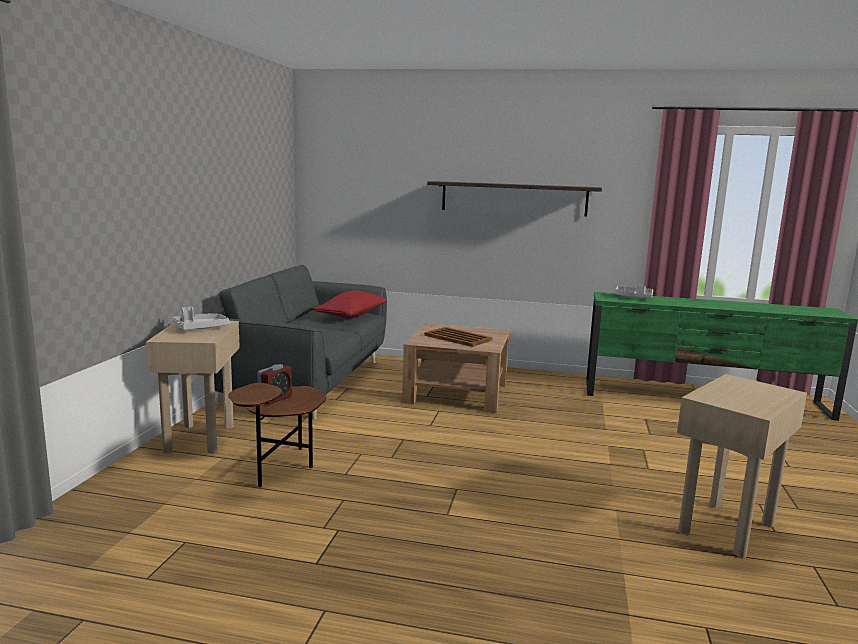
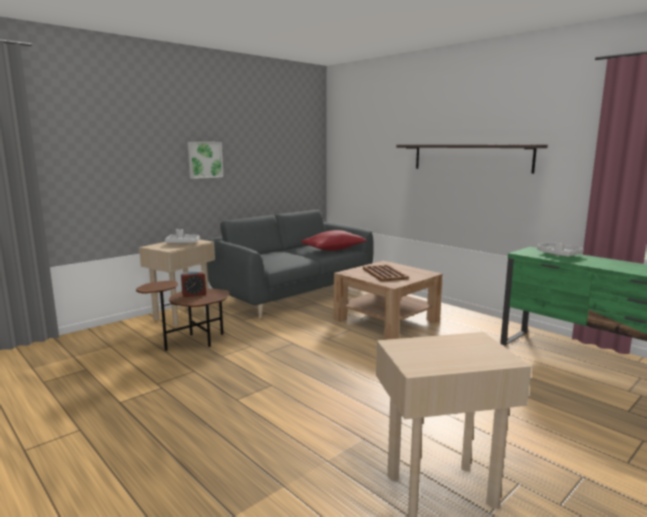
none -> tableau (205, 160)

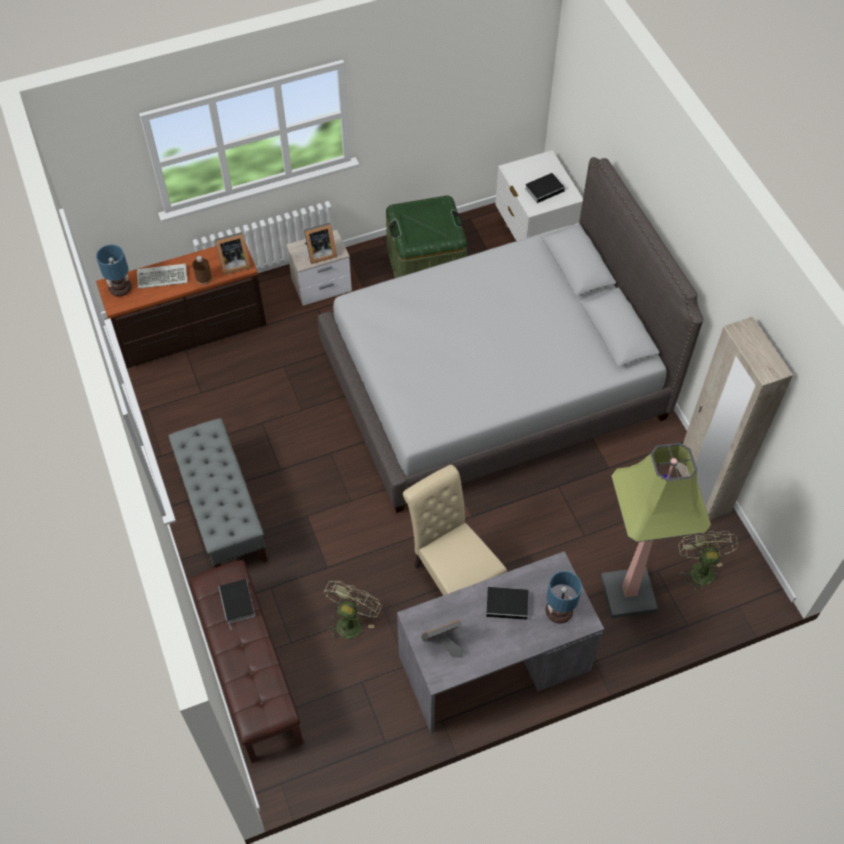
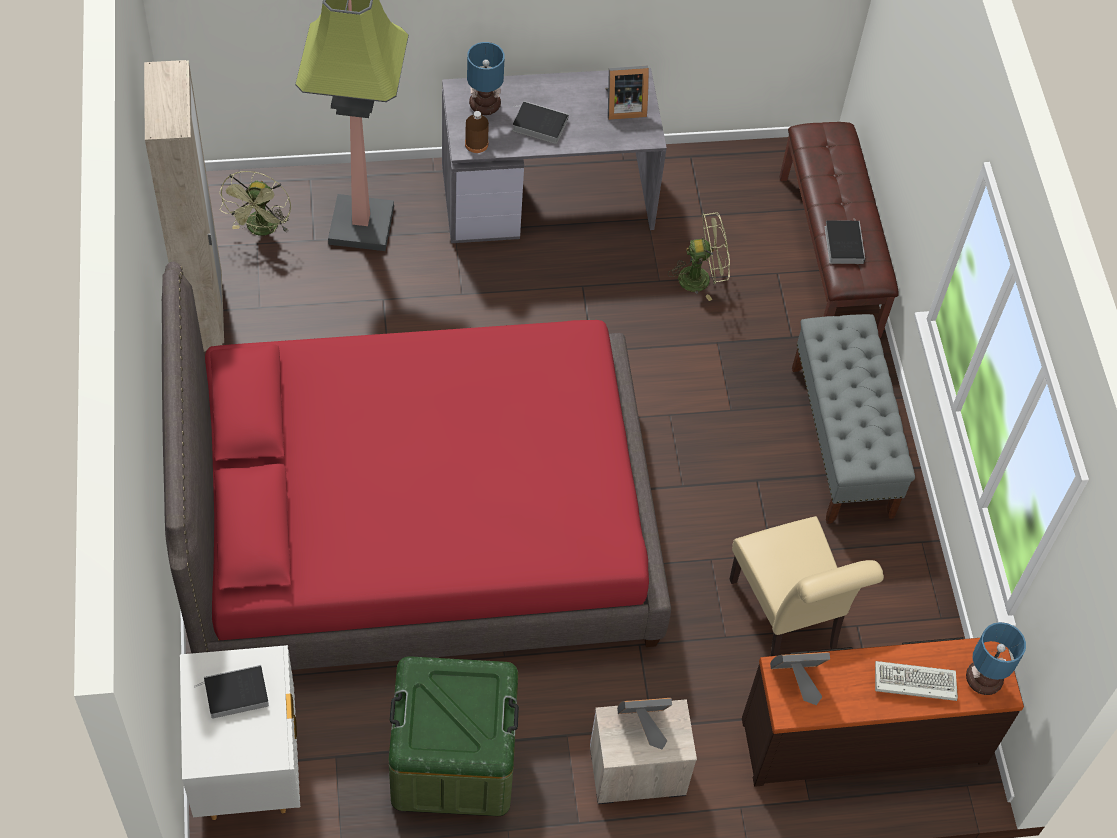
bouteille (marron) (202, 270) -> bouteille (marron) (477, 132), shifted
lit (gris) (510, 335) -> lit (rouge) (416, 466)
ventilateur (vert) (352, 612) -> ventilateur (vert) (699, 256), 135 degrees counterclockwise
chaise (beige) (455, 530) -> chaise (beige) (806, 586), shifted

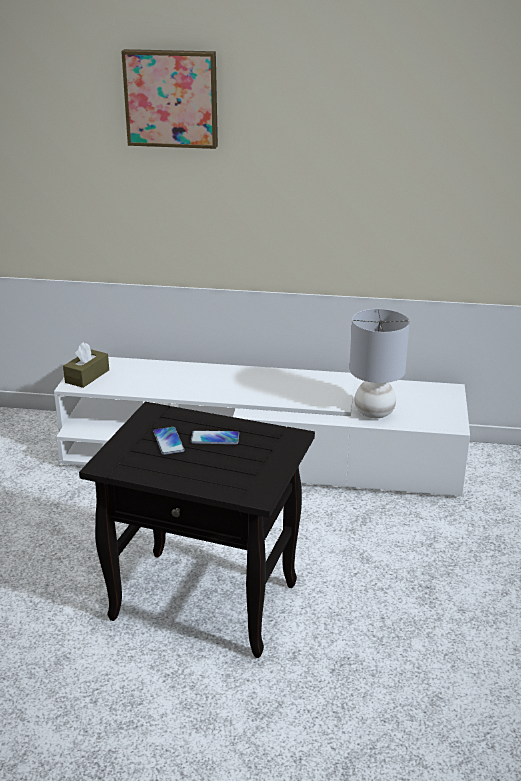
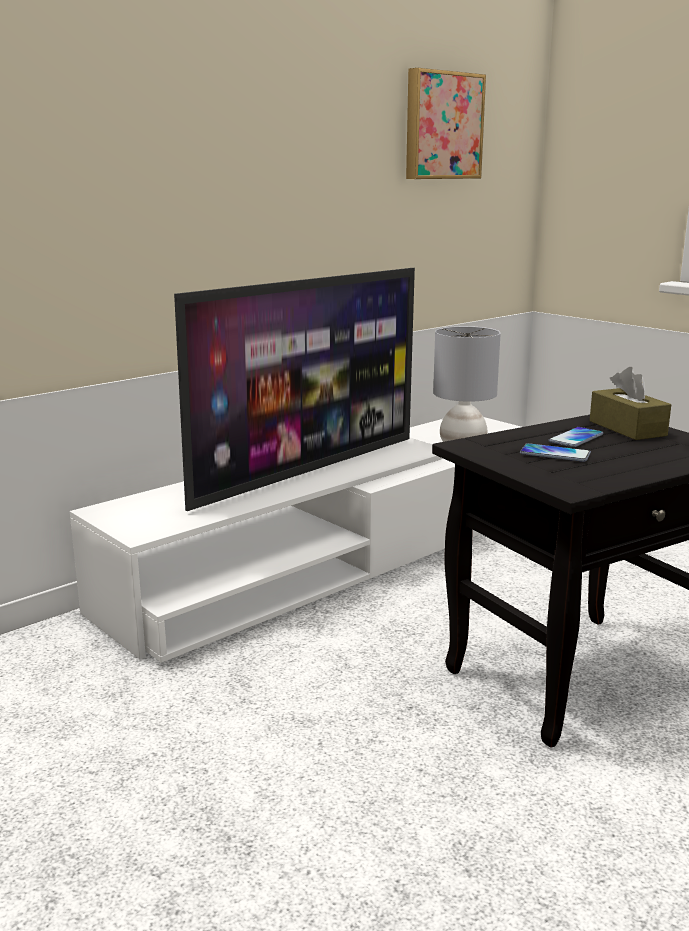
boîte à mouchoirs (marron) (86, 365) -> boîte à mouchoirs (marron) (630, 403), shifted
tableau (169, 99) -> tableau (446, 123), shifted
none -> téléviseur (294, 389)

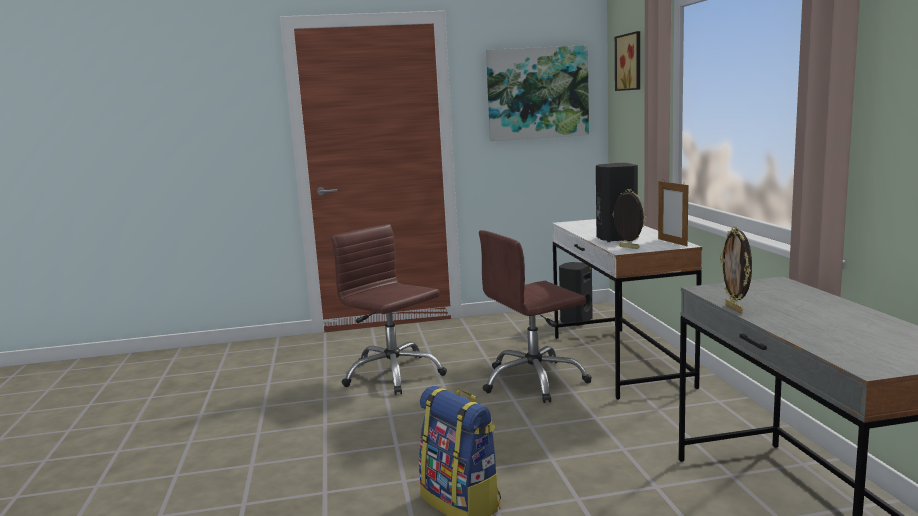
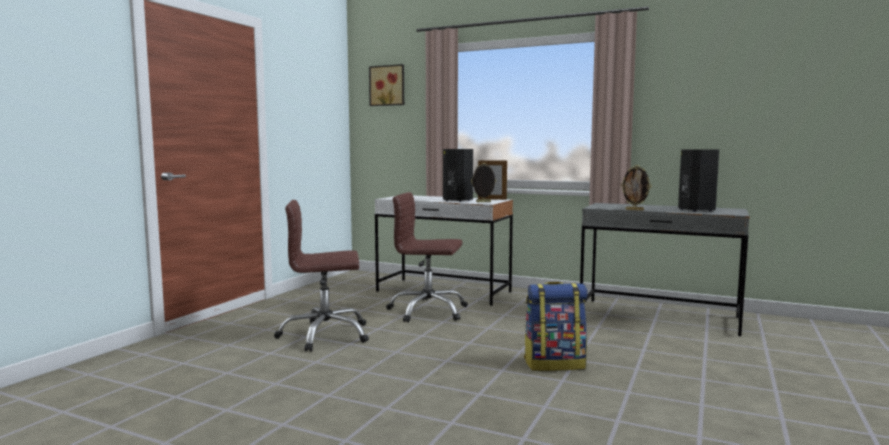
chaise de bureau (marron) (535, 316) -> chaise de bureau (marron) (427, 257), 90 degrees clockwise
tableau (537, 93) -> none
enceinte (noir) (576, 294) -> enceinte (noir) (698, 180), shifted

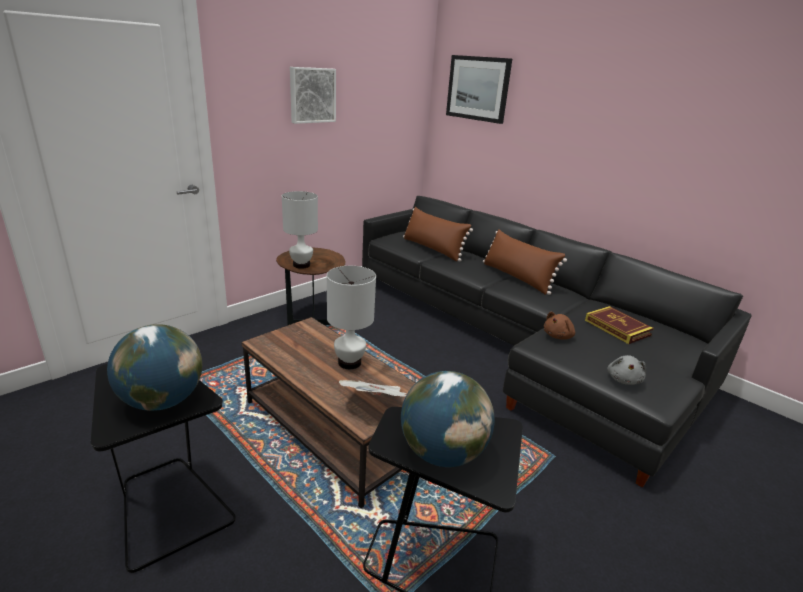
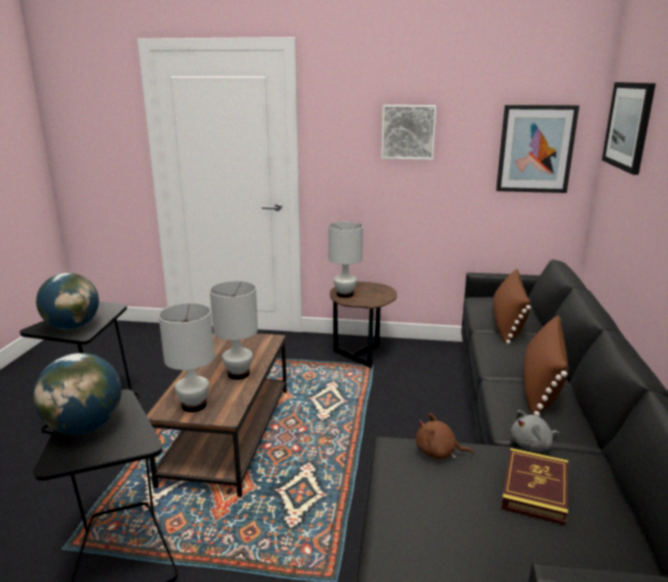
journal (372, 388) -> lampe de table (blanc) (186, 357)
peluche (gris) (627, 370) -> peluche (gris) (535, 430), shifted
none -> tableau (537, 149)

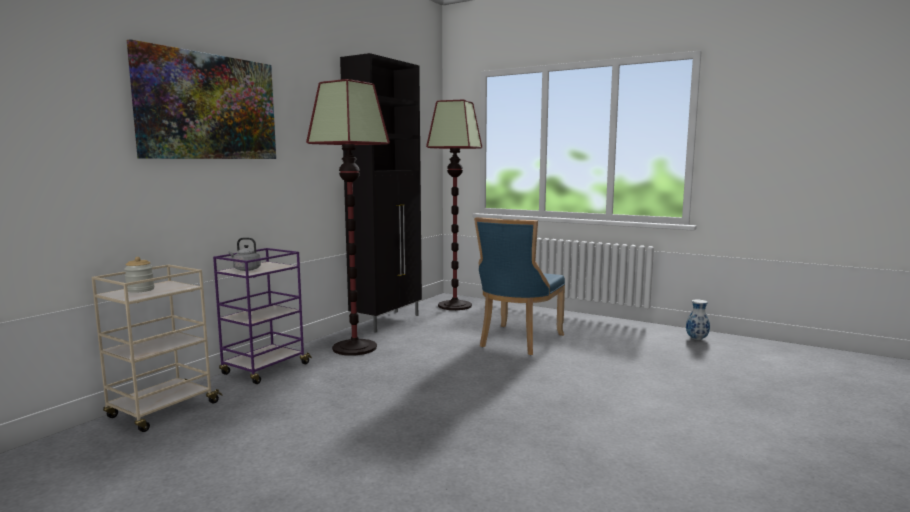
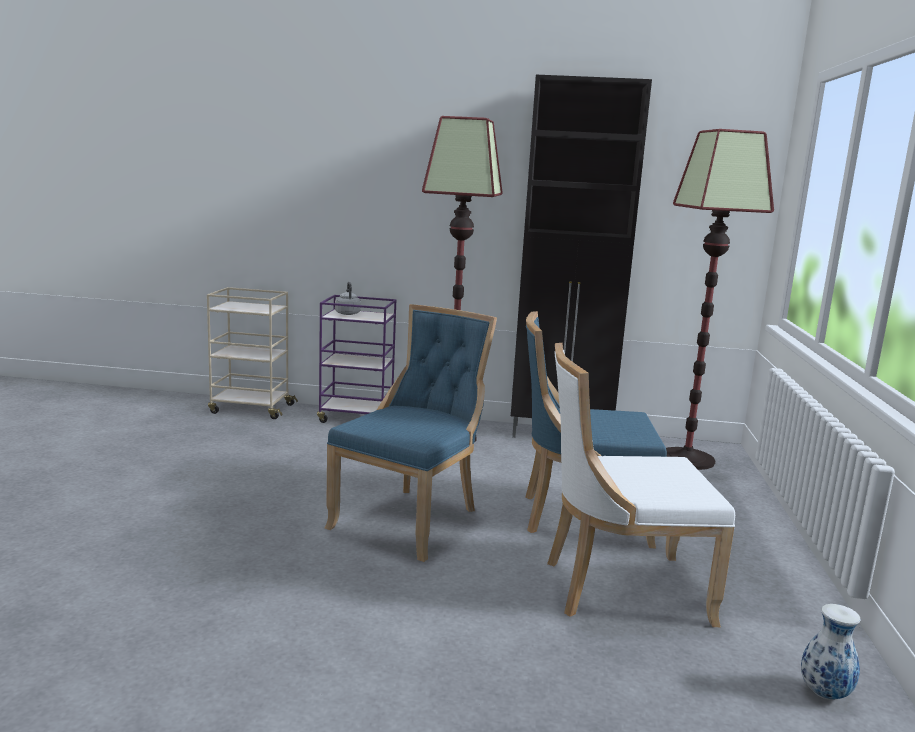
bocal (139, 275) -> none
tableau (201, 99) -> none
none -> chaise (bleu) (411, 433)
none -> chaise (blanc) (641, 485)

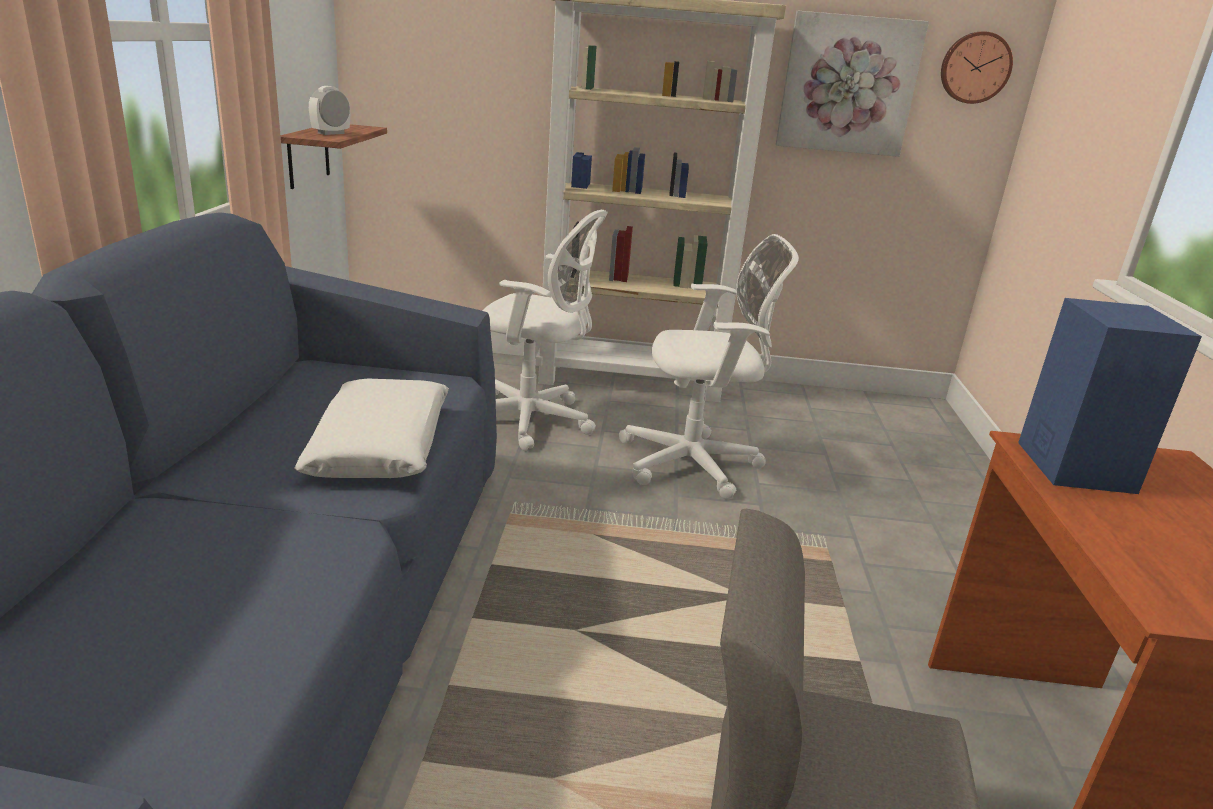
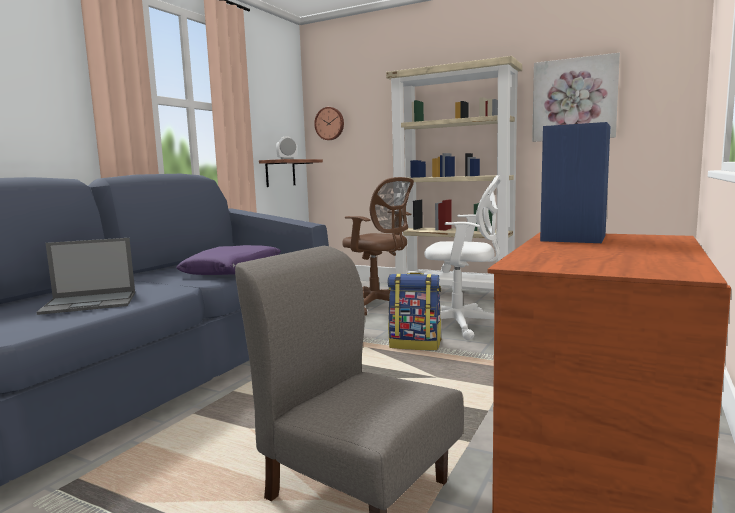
coussin (blanc) (371, 428) -> coussin (violet) (228, 260)
chaise de bureau (blanc) (545, 330) -> chaise de bureau (marron) (378, 246)
horloge murale (977, 68) -> horloge murale (329, 123), shifted
none -> ordinateur portable (85, 276)
none -> sac à dos (415, 311)

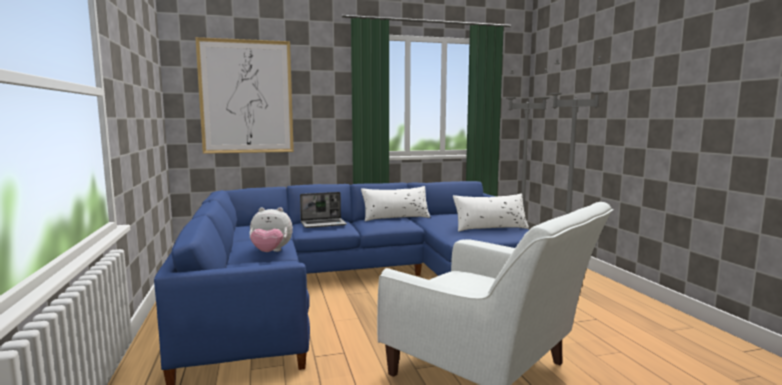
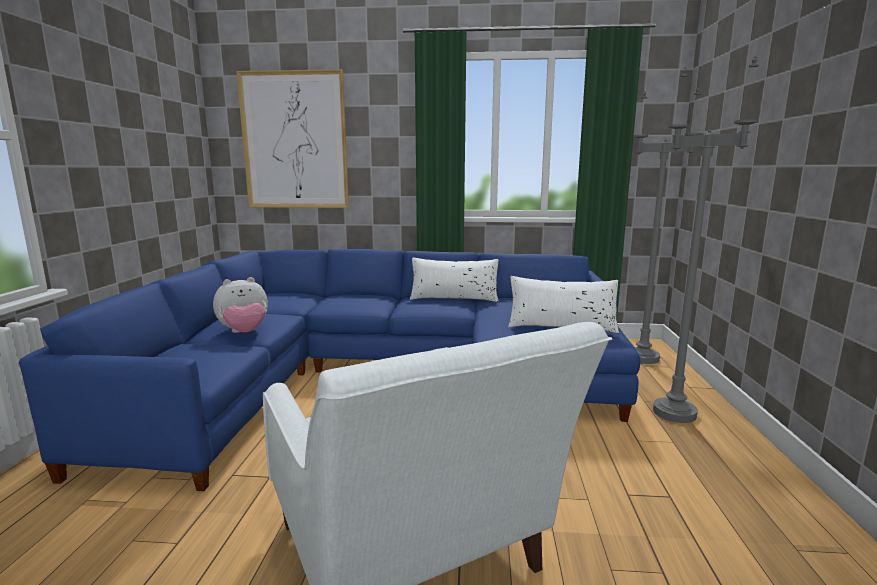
peluche (271, 229) -> peluche (240, 305), 45 degrees counterclockwise
ordinateur portable (323, 210) -> none

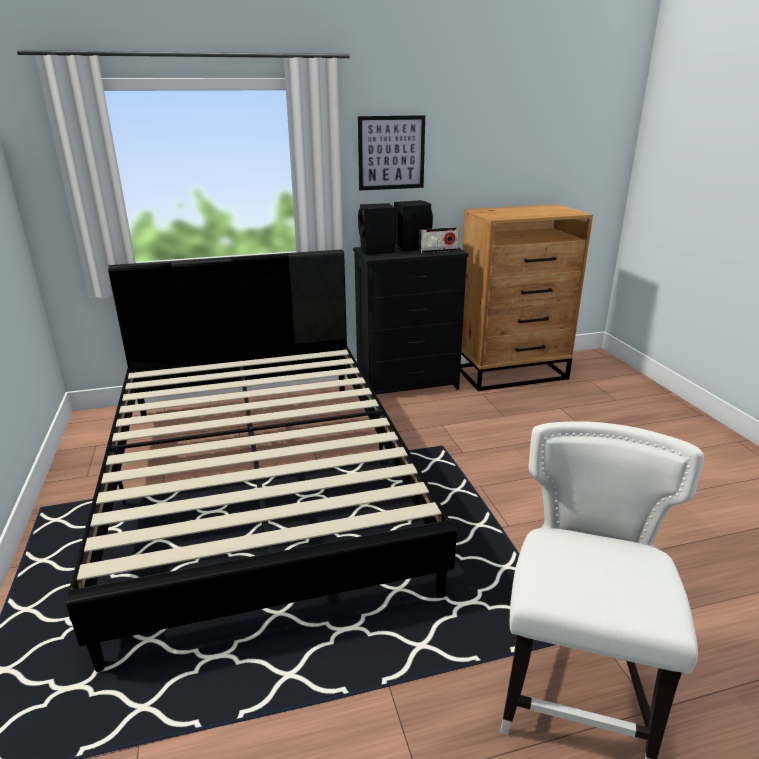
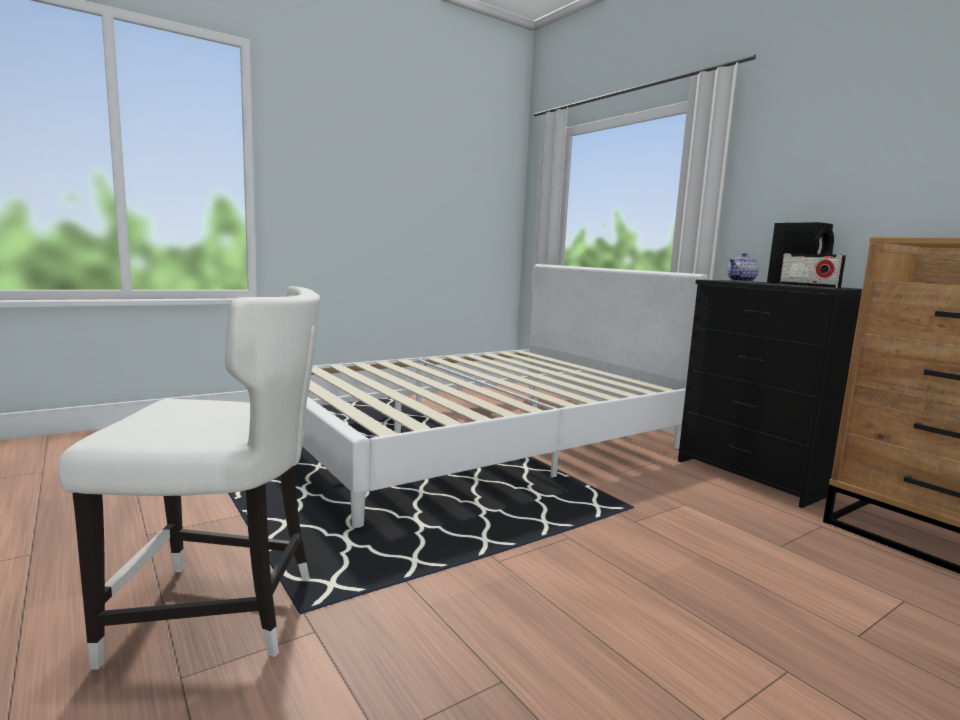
lit (noir) (261, 460) -> lit (blanc) (505, 396)
tableau (391, 152) -> none
enceinte (noir) (376, 229) -> théière (743, 267)

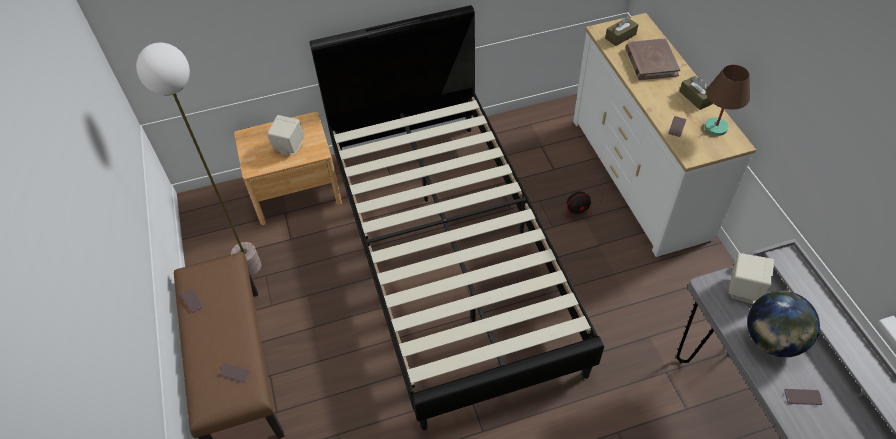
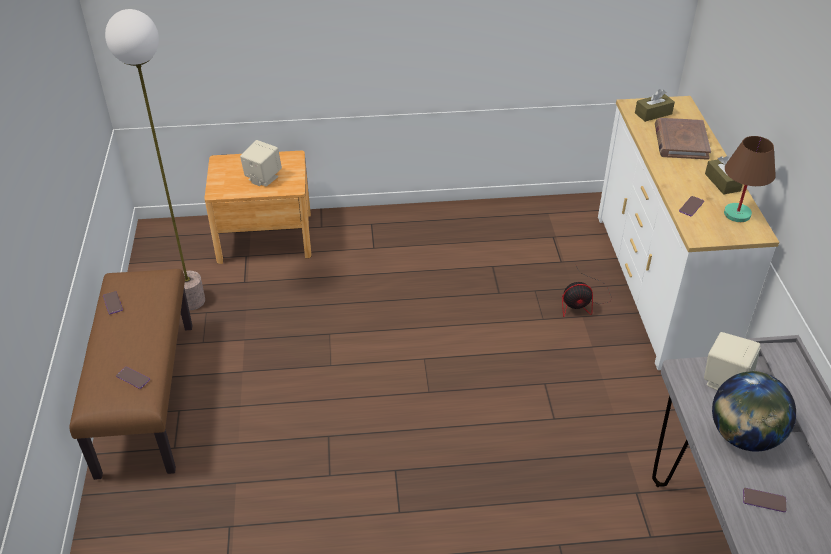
lit (noir) (456, 217) -> none

